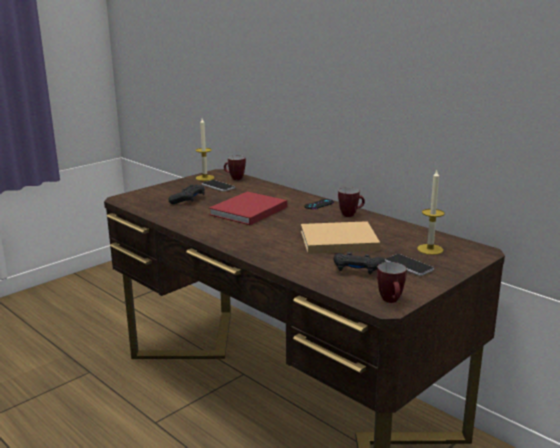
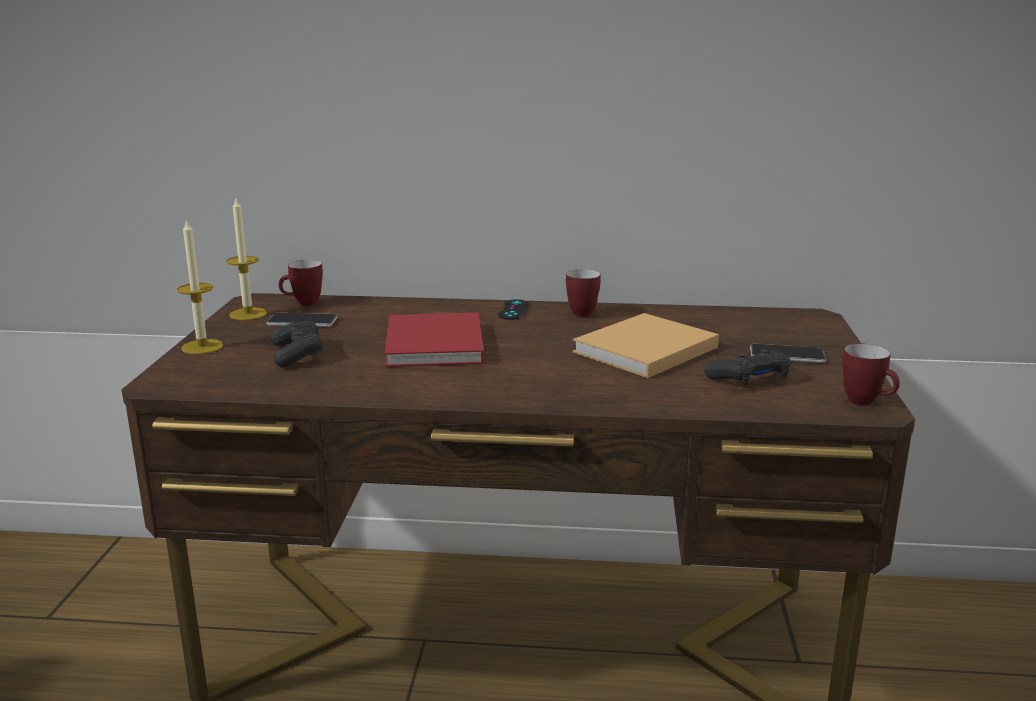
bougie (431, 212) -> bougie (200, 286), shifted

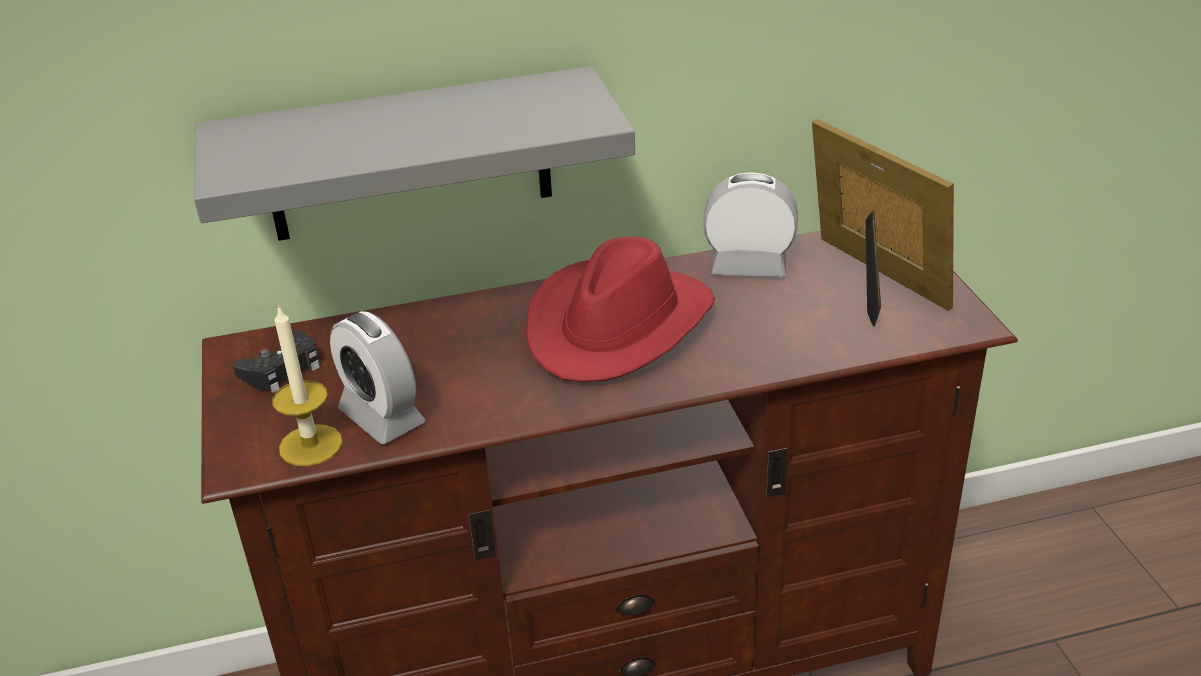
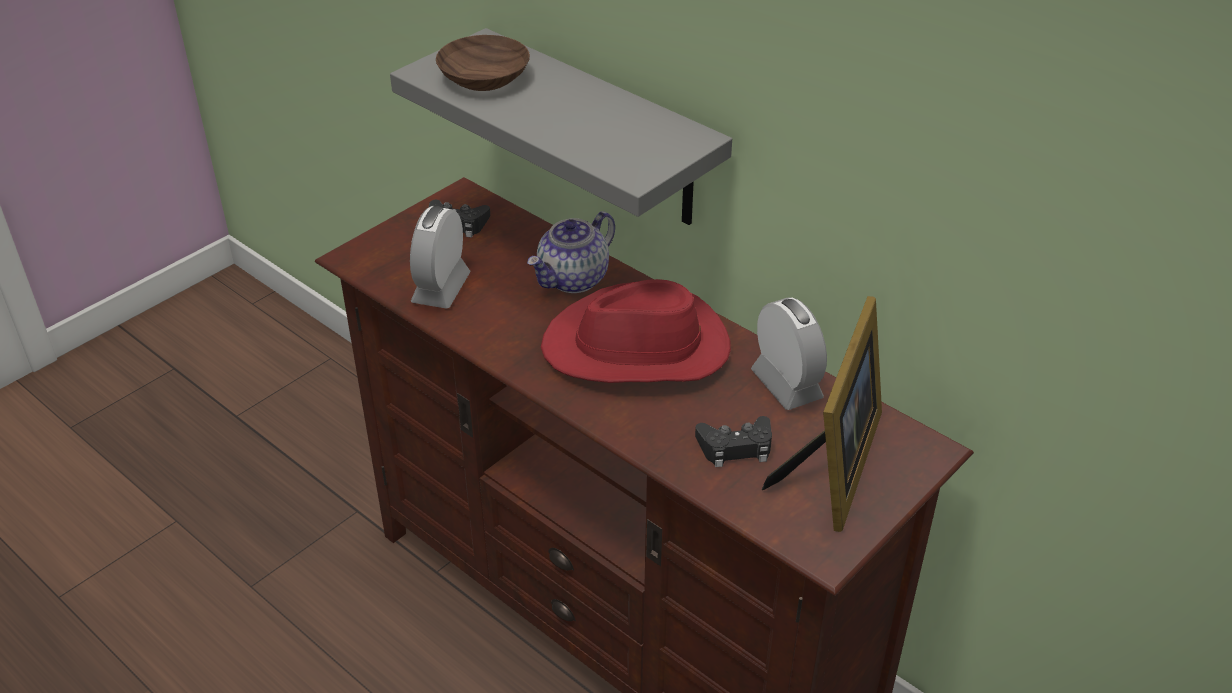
bougie (307, 385) -> none
none -> bol (marron) (483, 63)
none -> théière (571, 252)
none -> manette (noir) (733, 441)

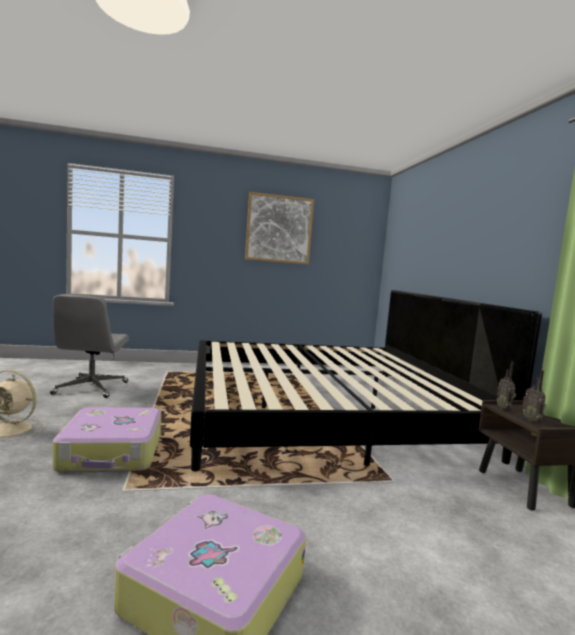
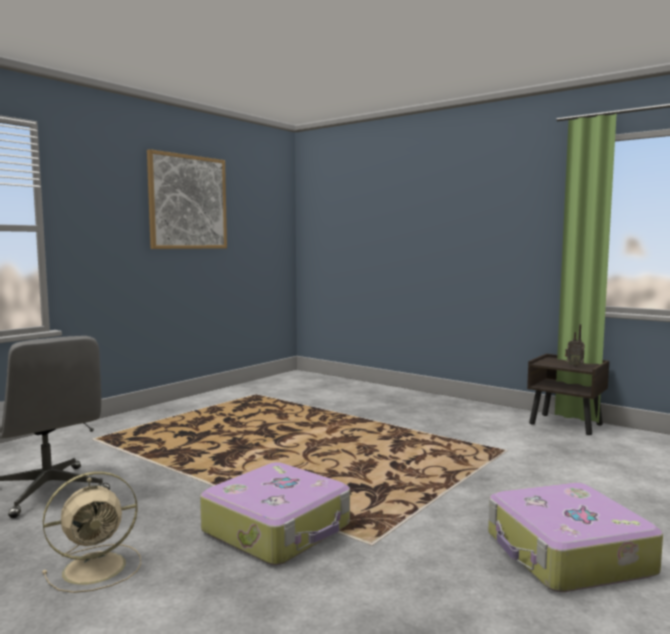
lit (366, 380) -> none
radio (506, 386) -> none

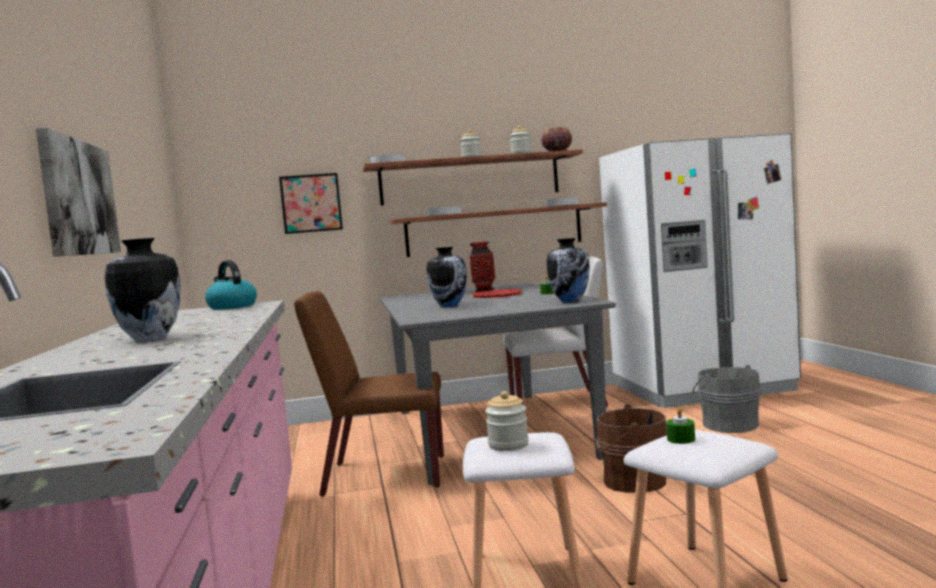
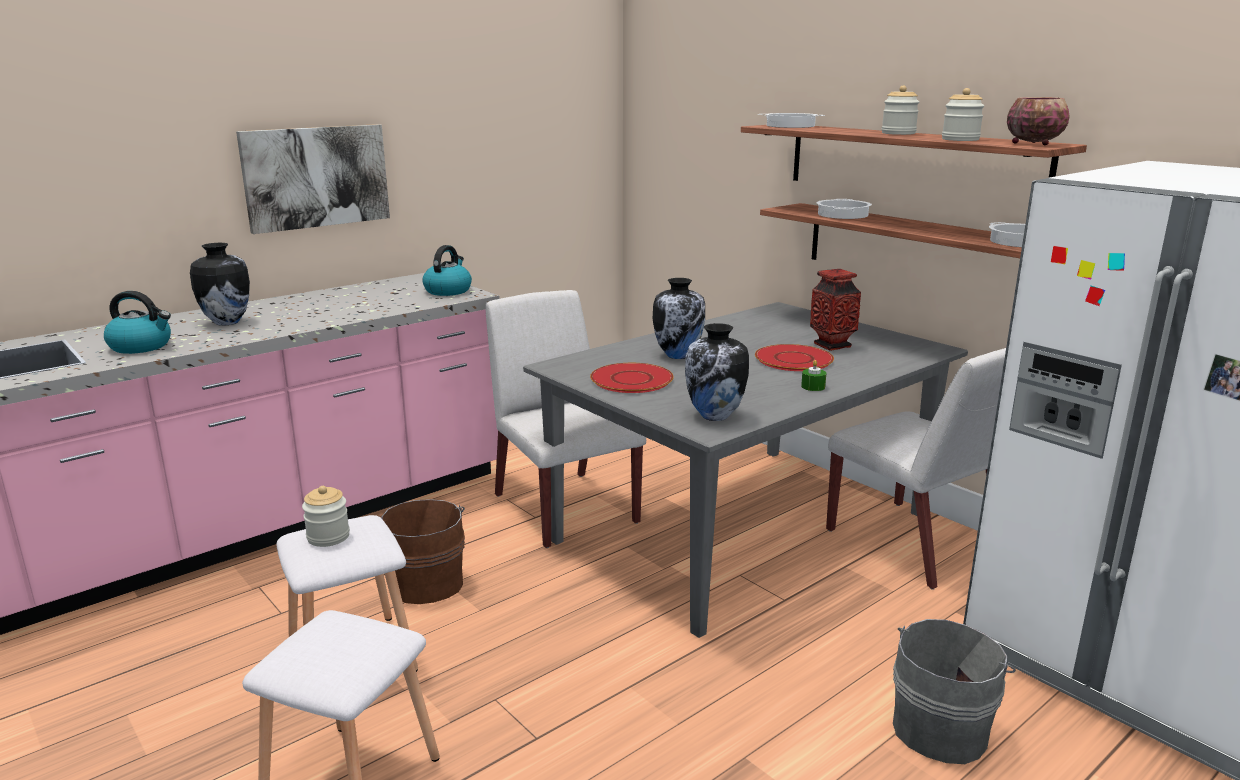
tableau (311, 203) -> none
chaise (marron) (369, 393) -> chaise (blanc) (565, 419)
seau (marron) (631, 449) -> seau (marron) (423, 551), shifted
bougie (vert) (680, 426) -> none
none -> bouilloire (137, 322)
none -> assiette (rouge) (632, 378)

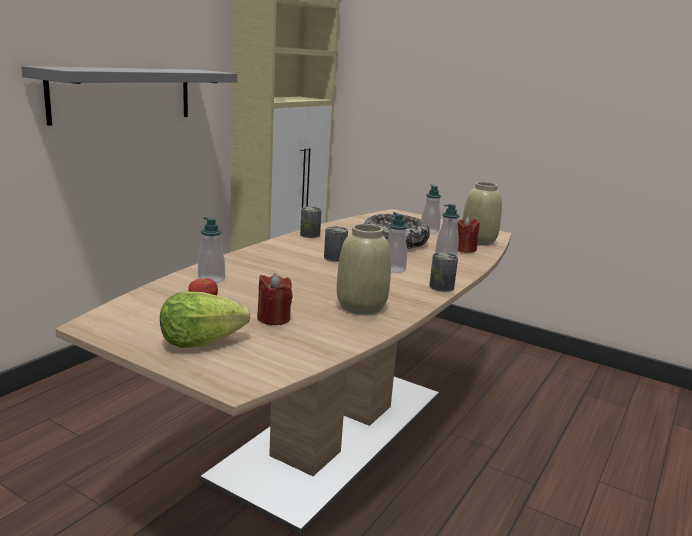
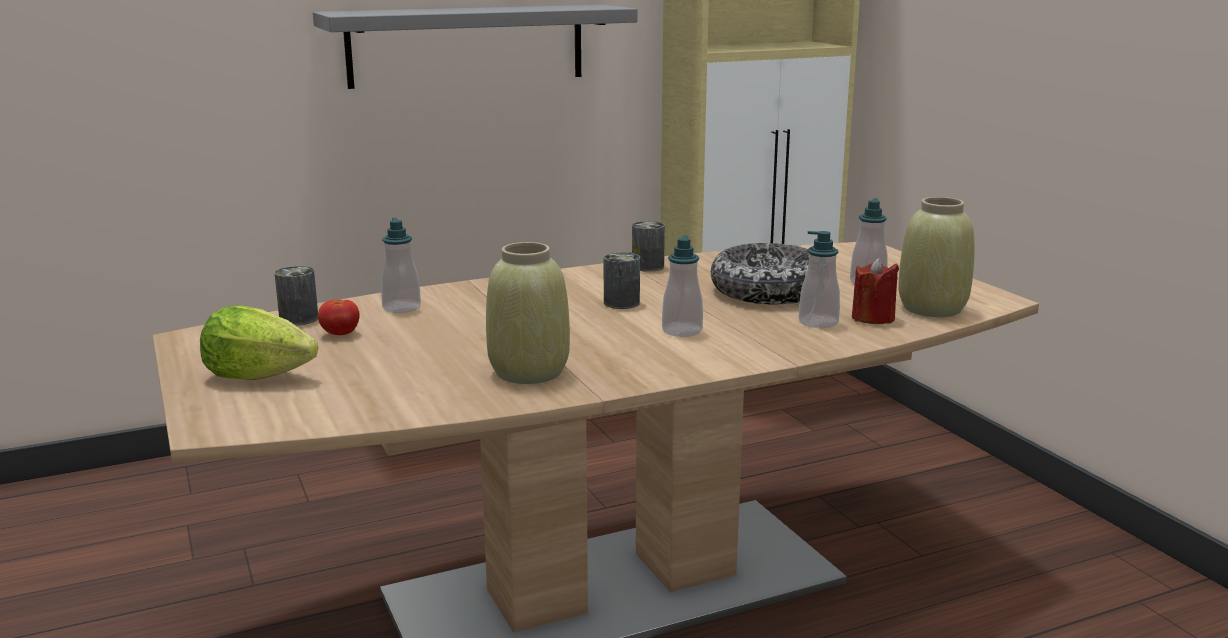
bougie (rouge) (275, 299) -> none
boîte métallique (443, 272) -> boîte métallique (296, 296), shifted

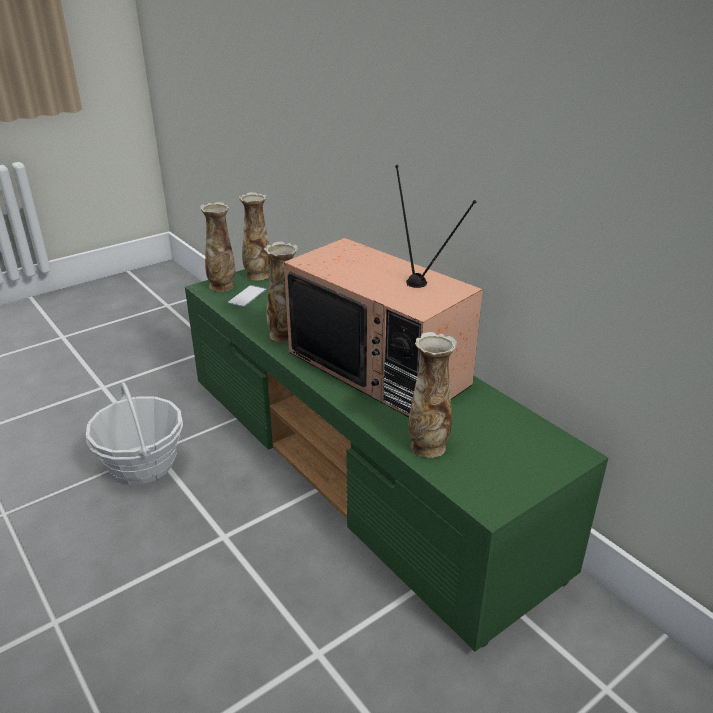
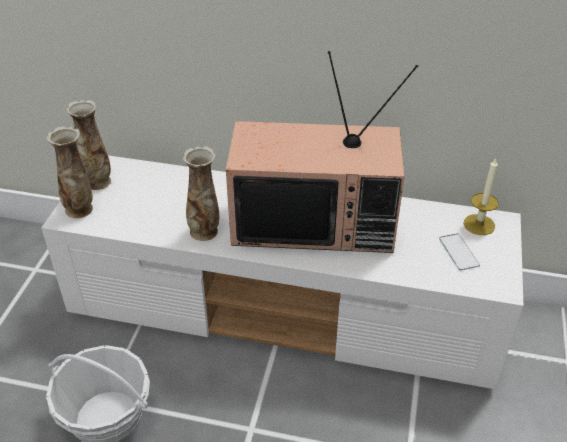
meuble télé (vert) (396, 460) -> meuble télé (blanc) (282, 272)
téléphone (247, 296) -> téléphone (459, 251), shifted
vase (433, 395) -> none
none -> bougie (481, 196)

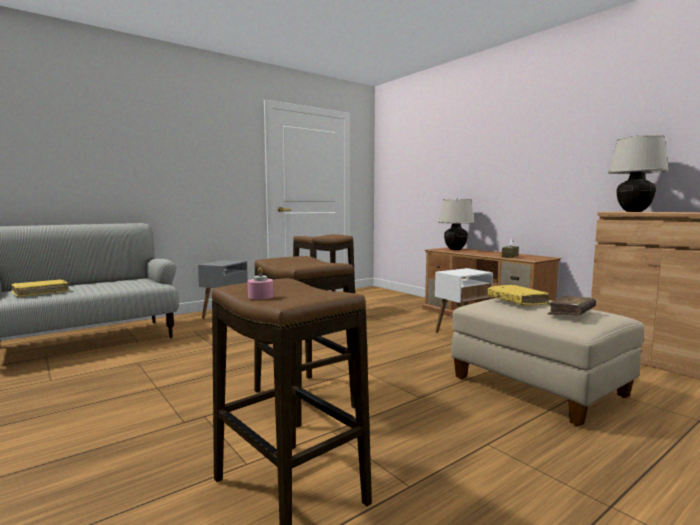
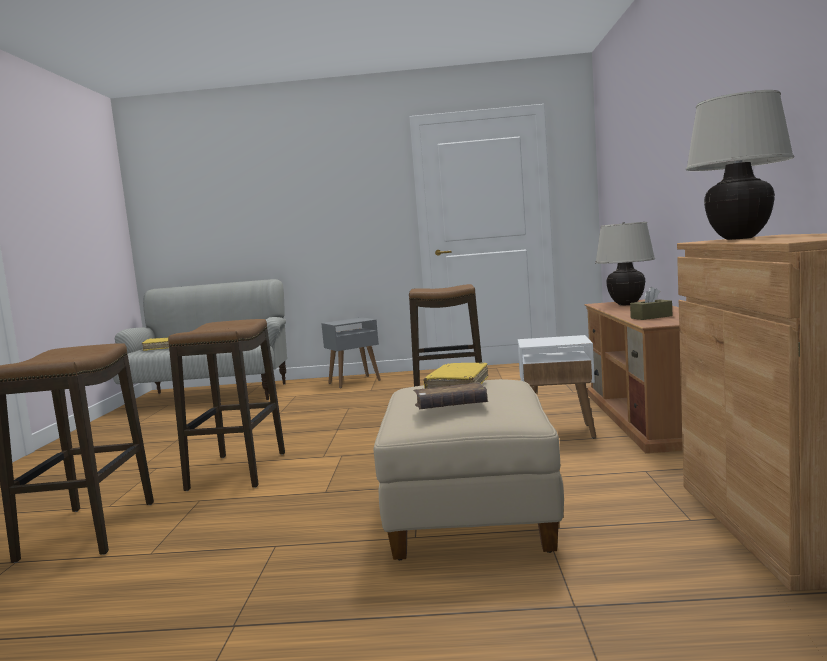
bougie (rose) (261, 283) -> none

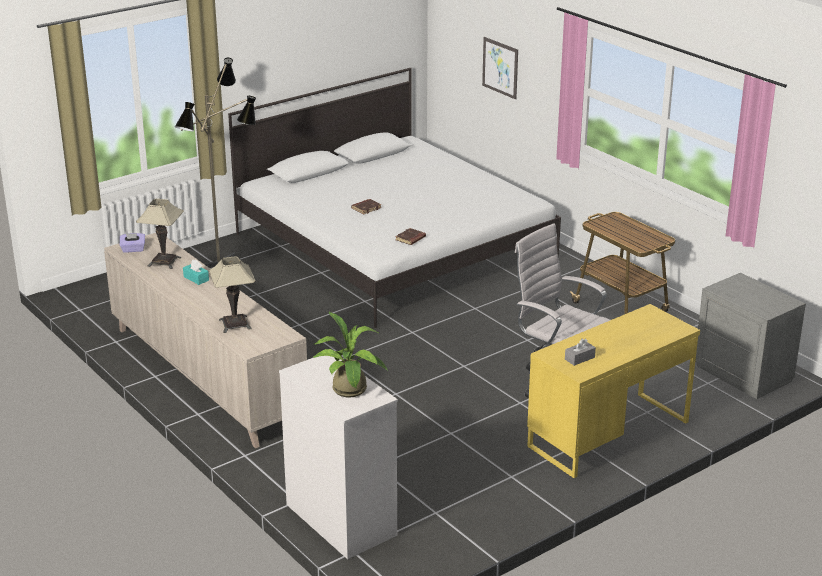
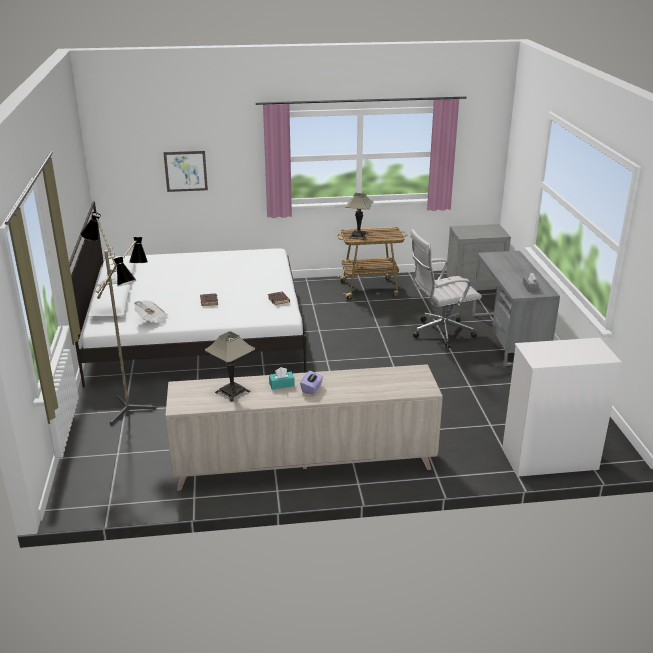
boîte à mouchoirs (violet) (132, 243) -> boîte à mouchoirs (violet) (311, 382), shifted
lampe de table (232, 294) -> lampe de table (359, 216), shifted
plante en pot (350, 355) -> none
bureau (jaune) (613, 391) -> bureau (gris) (516, 308)
none -> journal (150, 312)

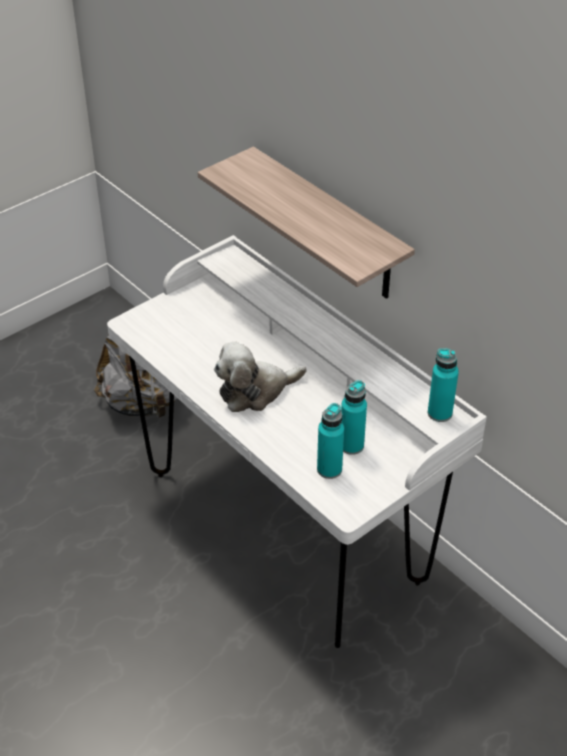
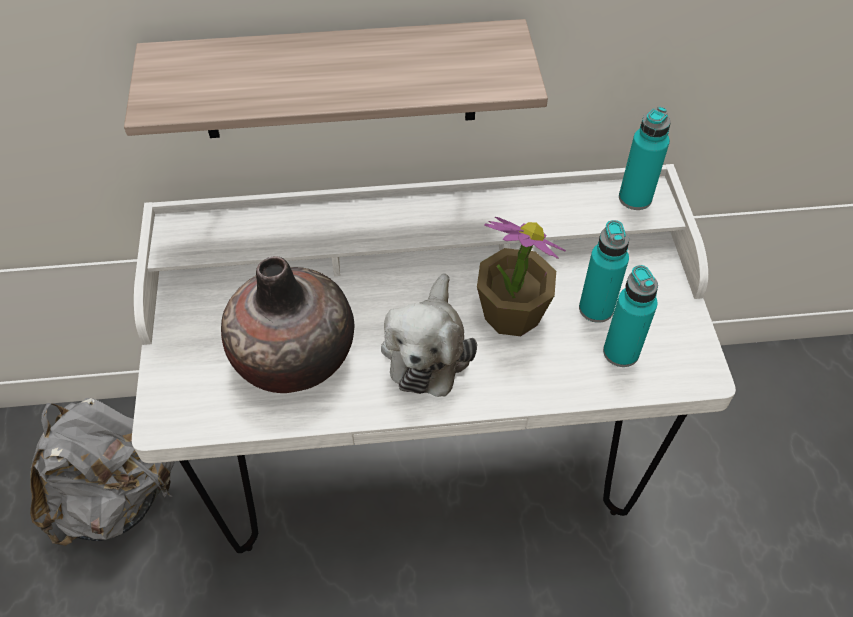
none -> vase (287, 324)
none -> plante en pot (521, 276)

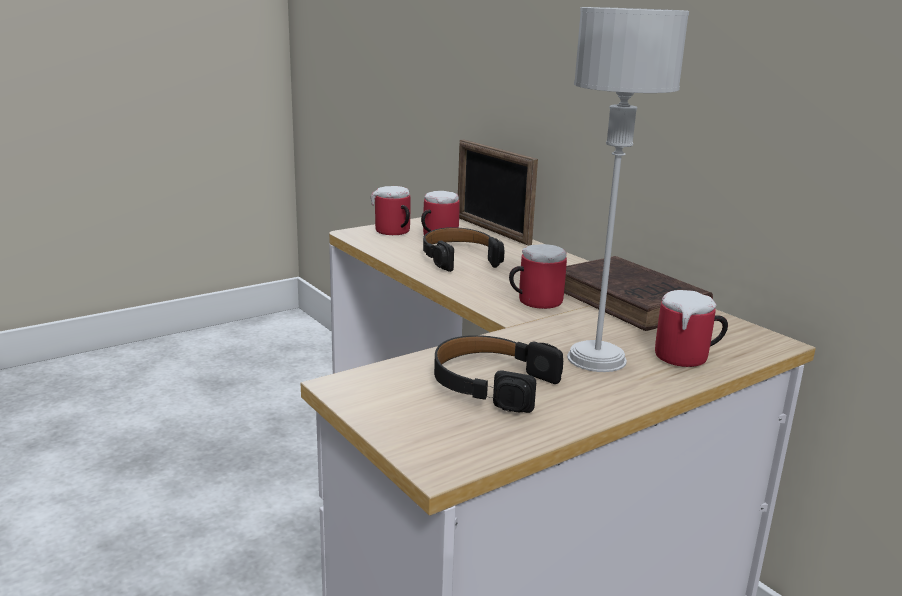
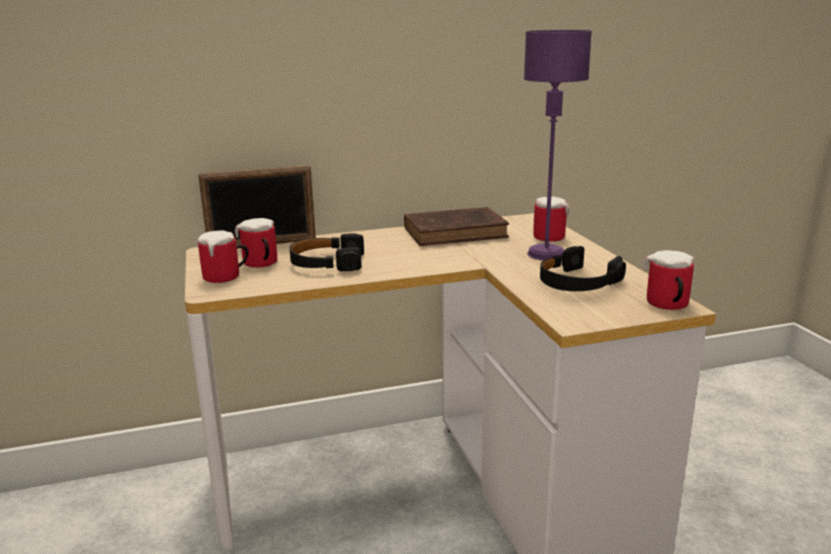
mug (538, 276) -> mug (669, 280), shifted
lampe de table (gris) (628, 189) -> lampe de table (violet) (558, 145)

